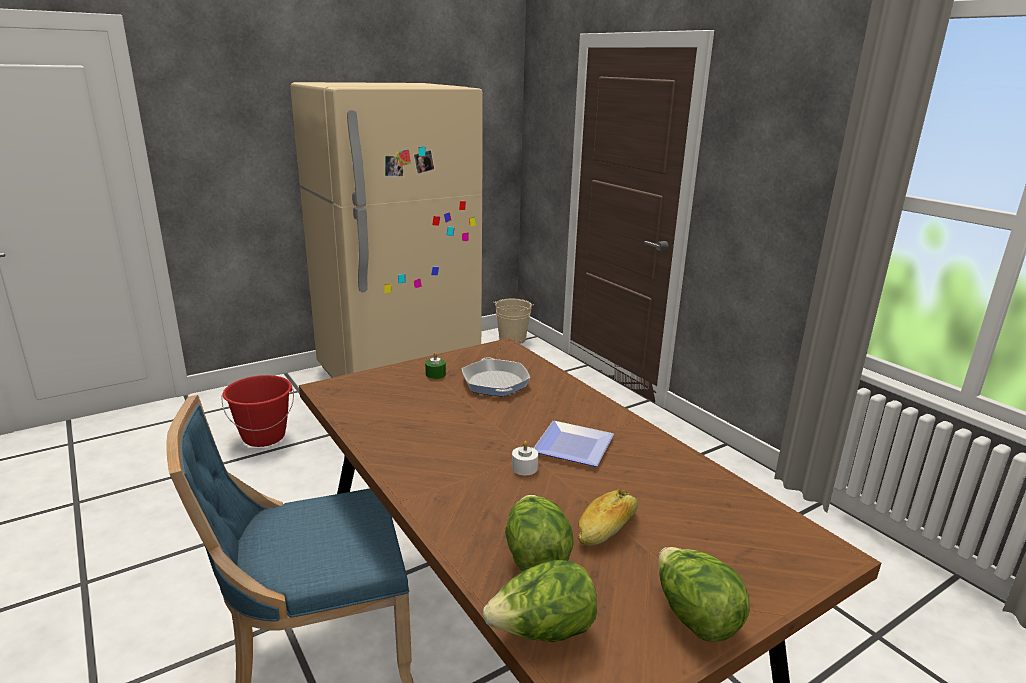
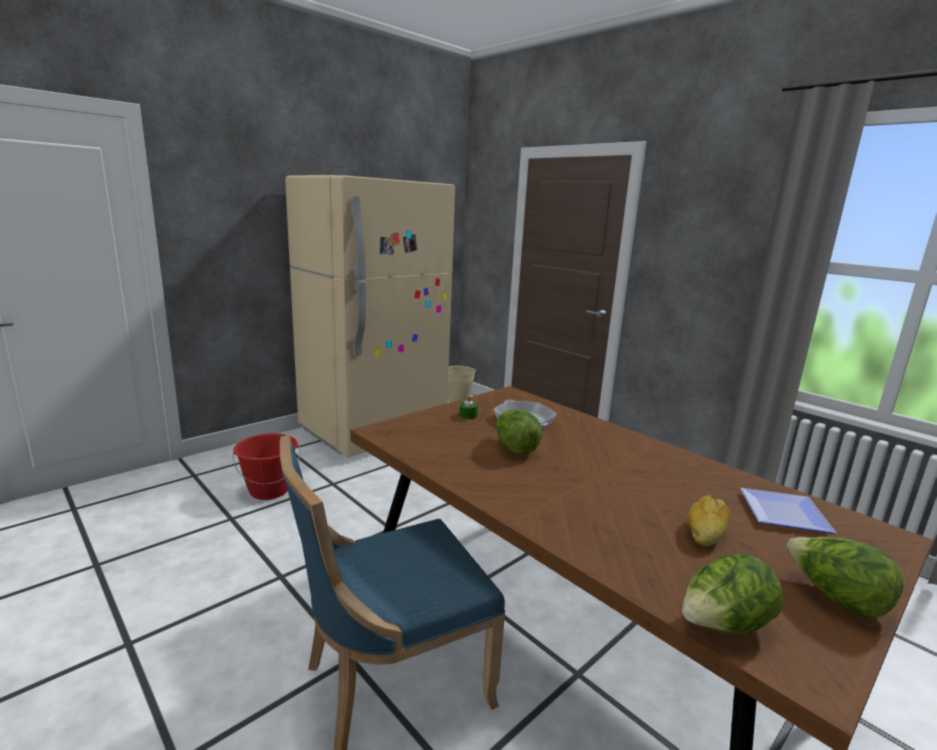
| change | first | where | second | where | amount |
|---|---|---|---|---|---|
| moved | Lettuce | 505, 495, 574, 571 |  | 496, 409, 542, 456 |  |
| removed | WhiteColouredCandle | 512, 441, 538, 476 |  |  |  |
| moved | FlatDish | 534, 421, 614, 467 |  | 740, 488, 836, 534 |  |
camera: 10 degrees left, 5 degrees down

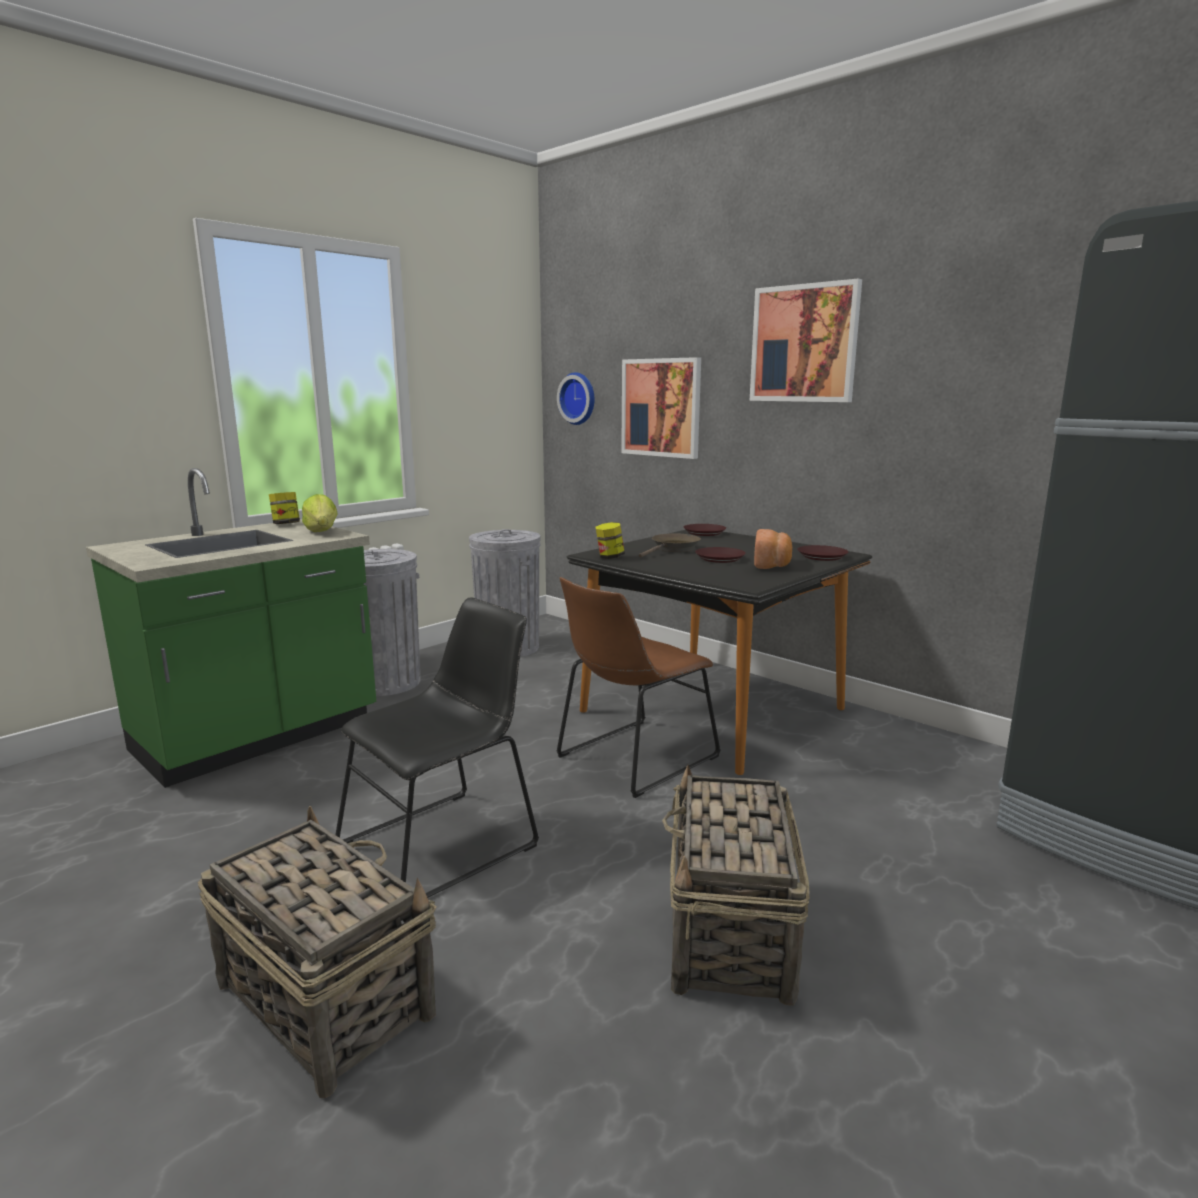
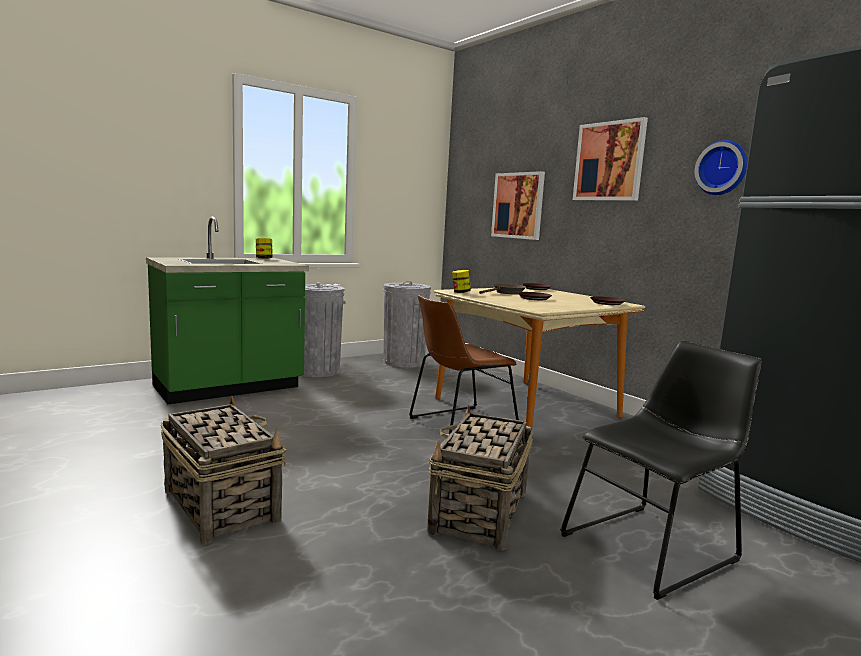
| change | first | where | second | where | amount |
|---|---|---|---|---|---|
| removed | Lettuce | 302, 494, 338, 532 |  |  |  |
| moved | BlackishChair | 336, 597, 539, 898 |  | 560, 341, 762, 600 |  |
| moved | ClockOnTheWall | 557, 372, 594, 425 |  | 695, 140, 748, 195 |  |
| recoloured | BlackishDinnerTable | 567, 530, 872, 775 | SandColouredDinnerTable | 434, 288, 645, 428 |  |
| removed | BakeryBread | 754, 529, 792, 569 |  |  |  |
camera: 10 degrees right, 5 degrees down

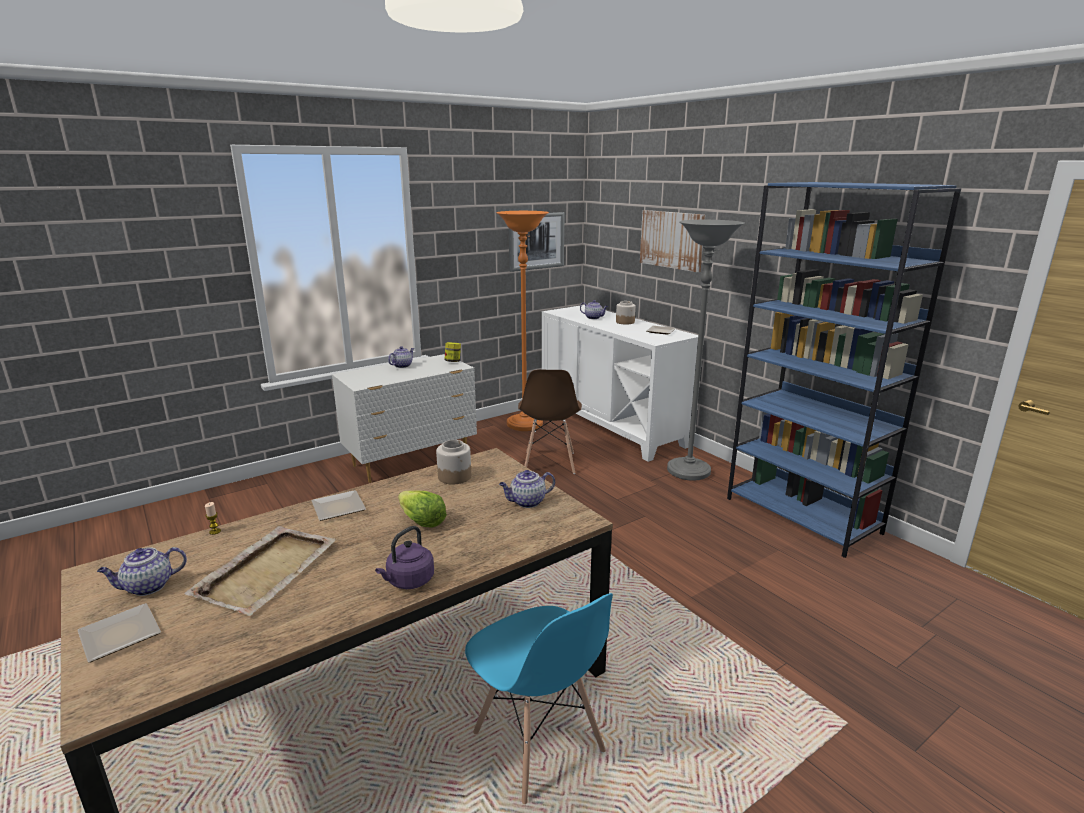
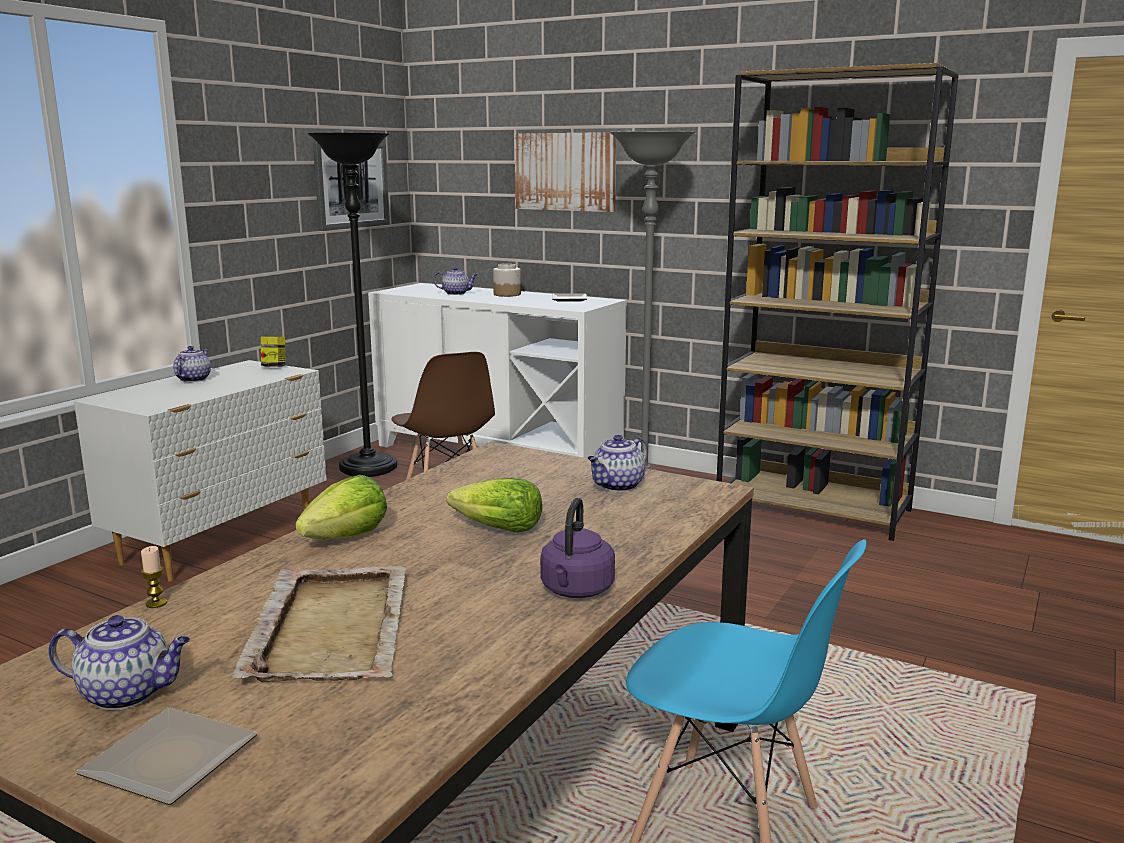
| change | first | where | second | where | amount |
|---|---|---|---|---|---|
| turned | PotForTea | 97, 547, 187, 596 |  | 48, 615, 190, 710 | 120 degrees counterclockwise |
| replaced | FlatDish | 311, 490, 366, 521 | Lettuce | 295, 475, 387, 540 |  |
| removed | PreserveJar | 436, 440, 471, 484 |  |  |  |
| recoloured | OrangeFloorLamp | 496, 211, 549, 431 | BlackishFloorLamp | 307, 133, 397, 477 |  |
| recoloured | BlueColouredShelvingUnit | 727, 182, 961, 558 | BrownishShelvingUnit | 716, 63, 959, 541 |  |
camera: 25 degrees left, 5 degrees down

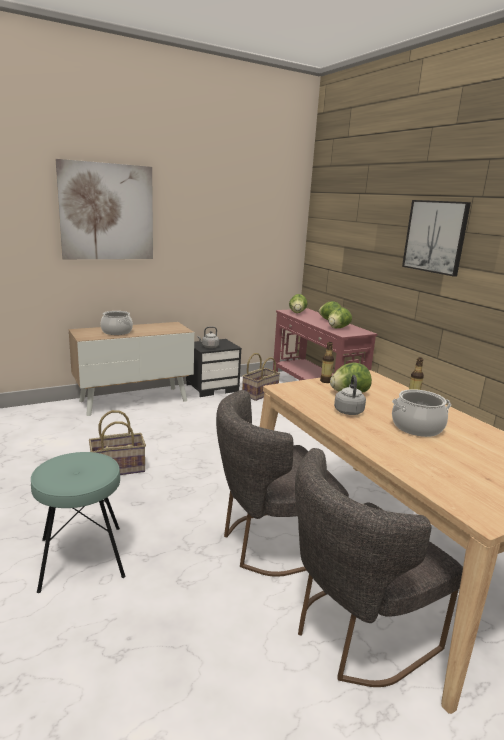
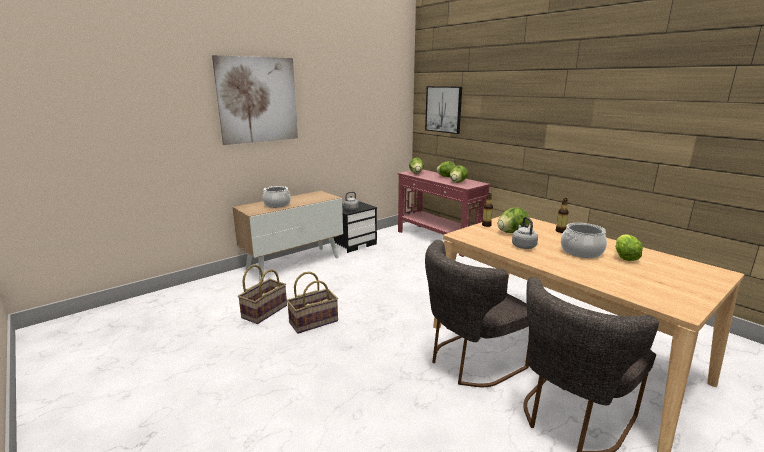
| change | first | where | second | where | amount |
|---|---|---|---|---|---|
| removed | BlueGreenStoolSeat | 31, 452, 125, 593 |  |  |  |
| moved | HouseholdBasket | 242, 353, 280, 401 |  | 238, 265, 287, 324 |  |
| moved | WallPicture | 402, 200, 471, 277 |  | 425, 86, 462, 134 |  |
| added |  |  | Lettuce | 615, 234, 643, 261 |  |
camera: 10 degrees left, 0 degrees up

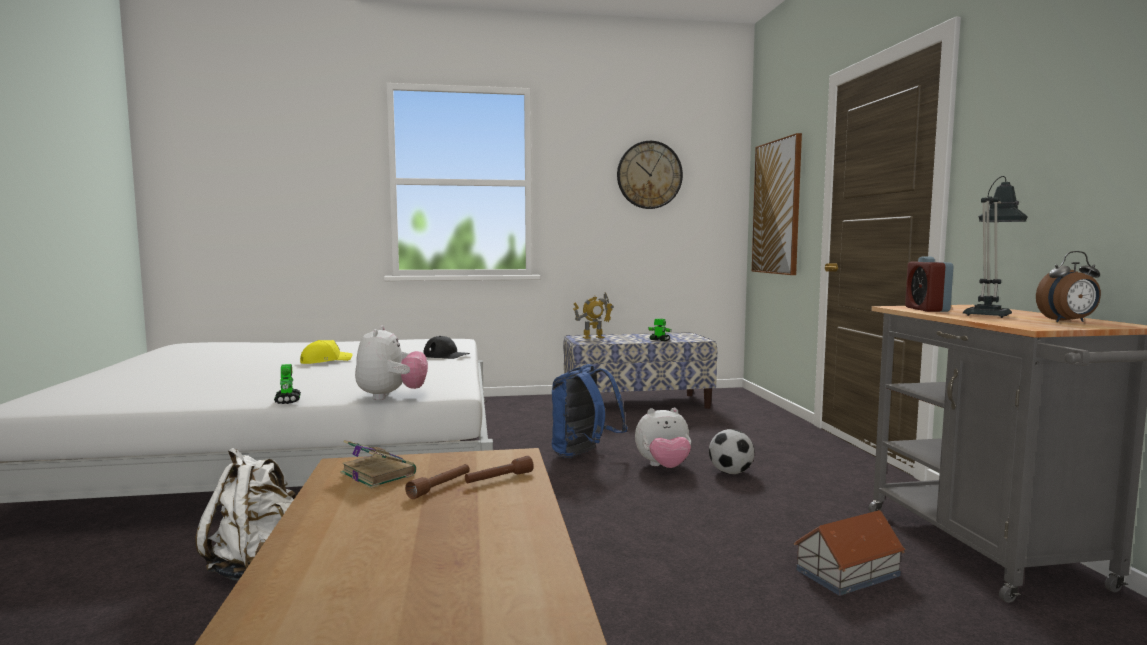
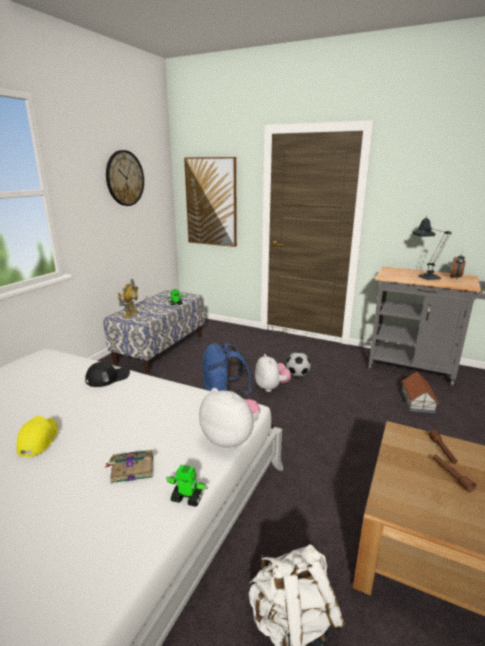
| change | first | where | second | where | amount |
|---|---|---|---|---|---|
| moved | Book | 341, 440, 416, 488 |  | 106, 450, 153, 484 |  |
| turned | PlushToy | 635, 408, 691, 468 |  | 255, 354, 291, 392 | 45 degrees counterclockwise |
| removed | TableClock | 905, 257, 953, 312 |  |  |  |
camera: 55 degrees left, 15 degrees up

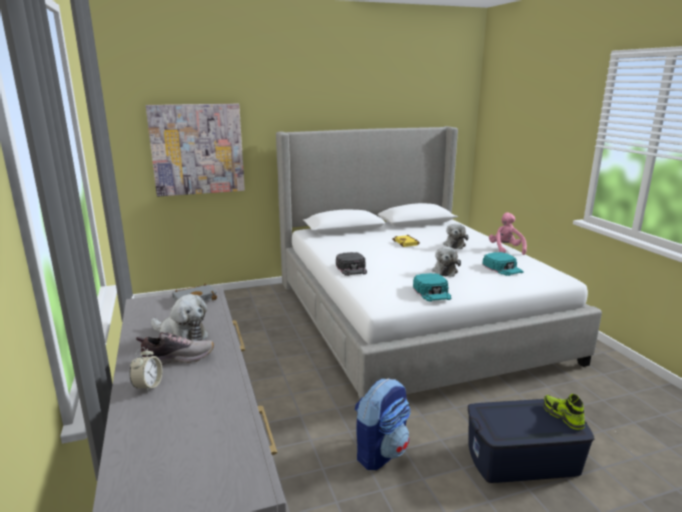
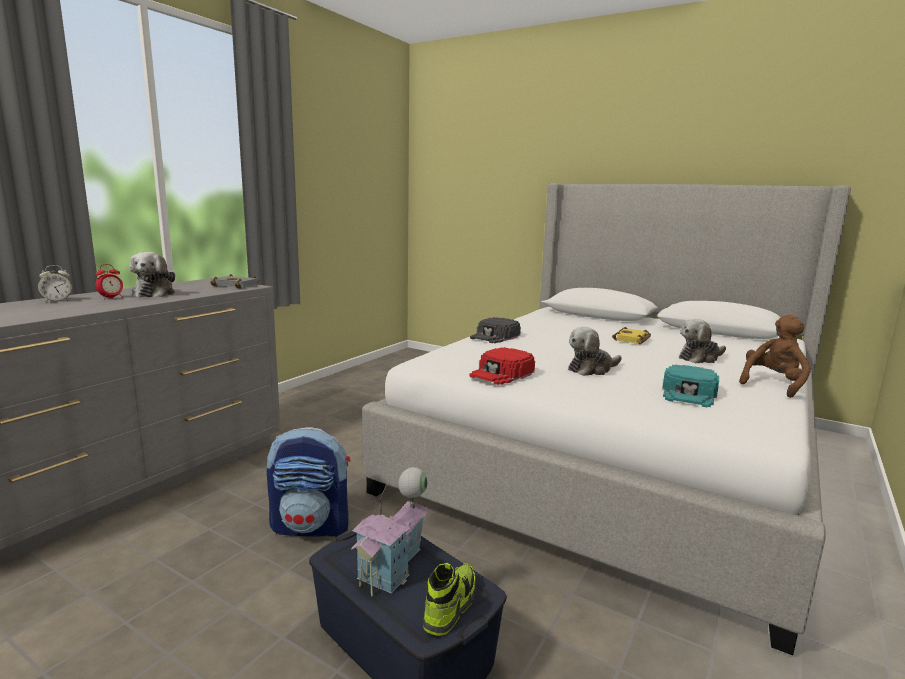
| change | first | where | second | where | amount |
|---|---|---|---|---|---|
| replaced | Shoe | 136, 332, 214, 365 | TableClock | 95, 264, 123, 300 |  |
| removed | WallPicture | 146, 104, 245, 197 |  |  |  |
| recoloured | BlueGreenCap | 413, 273, 451, 302 | RedCap | 469, 347, 535, 385 |  |
| recoloured | PinkishPlushToy | 489, 212, 527, 255 | BrownishPlushToy | 739, 314, 811, 398 |  |
| added |  |  | ToyHouse | 351, 467, 429, 597 |  |
camera: 50 degrees right, 5 degrees down

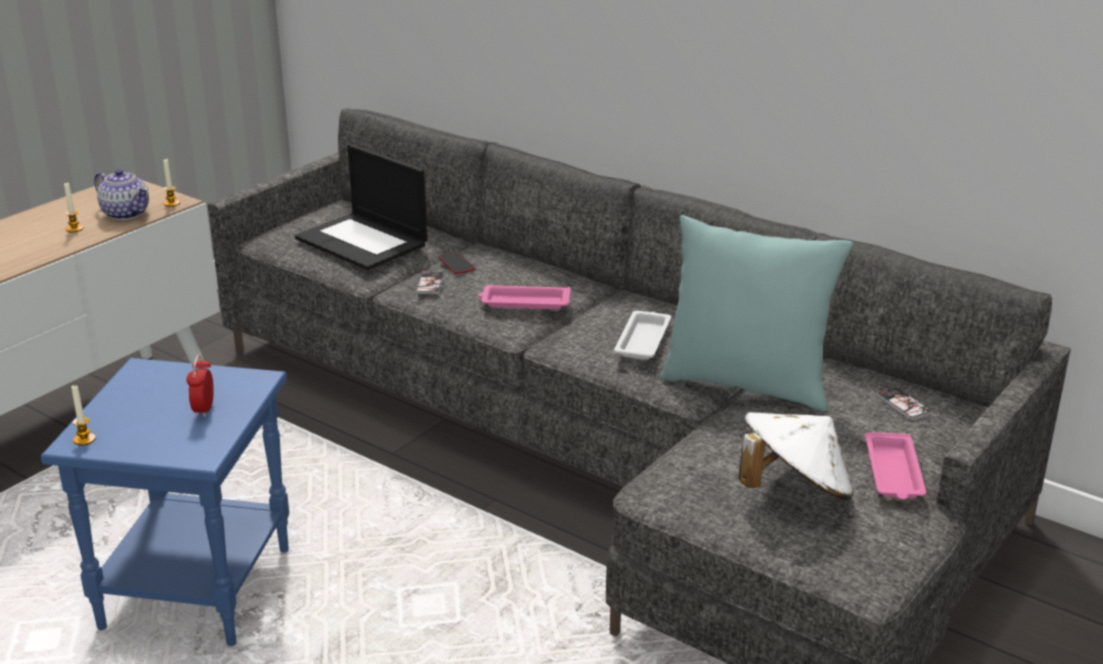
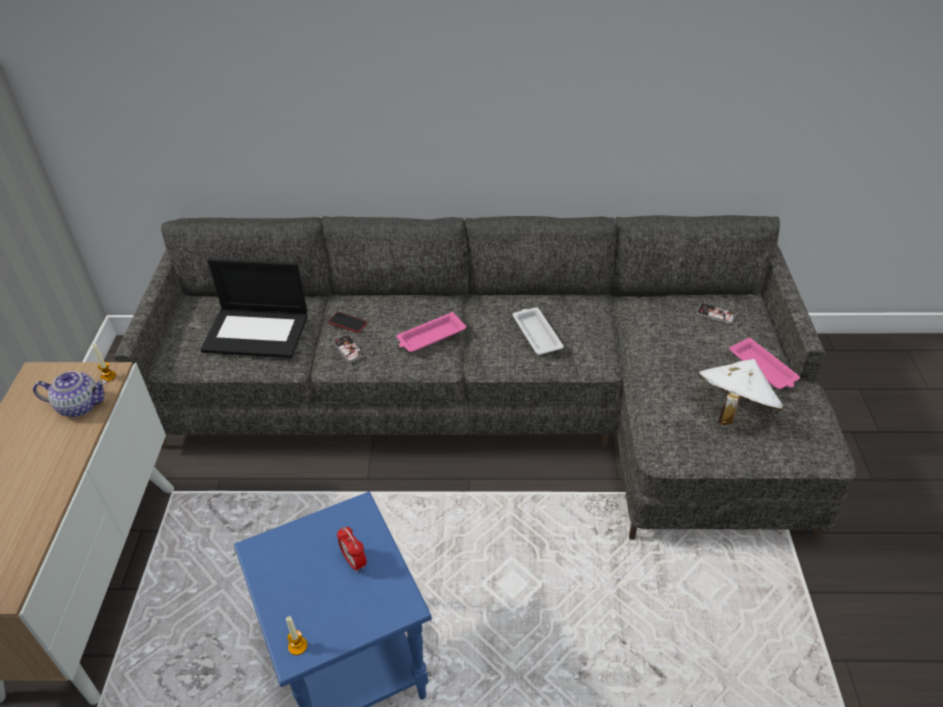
| change | first | where | second | where | amount |
|---|---|---|---|---|---|
| removed | Candle | 64, 182, 83, 233 |  |  |  |
| removed | BlueGreenThrowPillow | 659, 215, 853, 412 |  |  |  |
camera: 35 degrees left, 15 degrees up

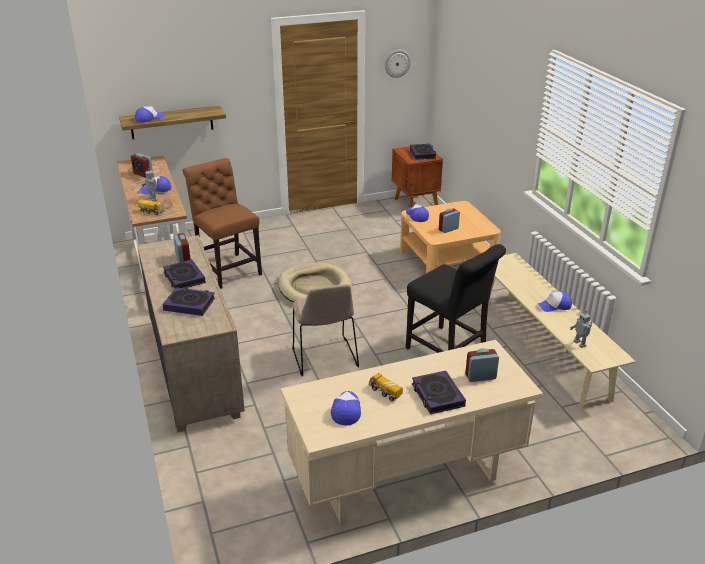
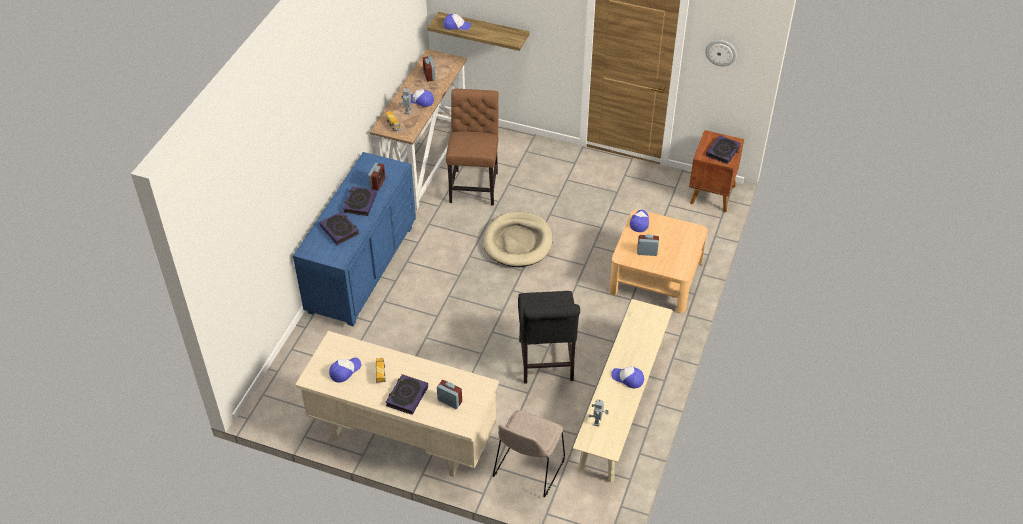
| change | first | where | second | where | amount |
|---|---|---|---|---|---|
| recoloured | SandColouredDrawerChest | 137, 235, 245, 433 | BlueColouredDrawerChest | 293, 152, 416, 326 |  |
| moved | SandColouredChair | 292, 284, 359, 377 |  | 493, 410, 565, 498 |  |
camera: 40 degrees right, 15 degrees up

